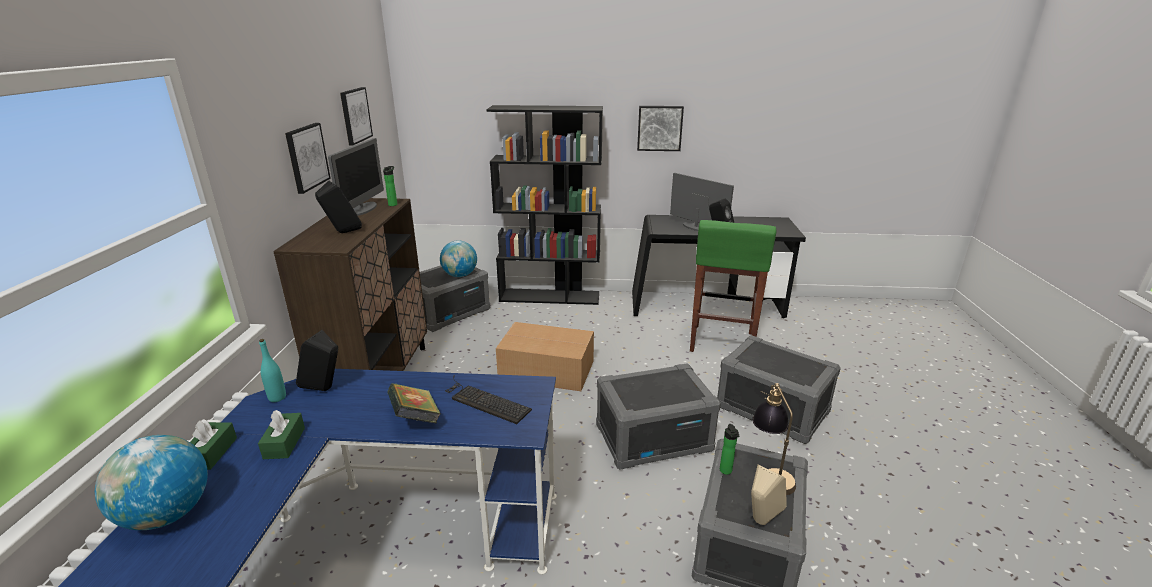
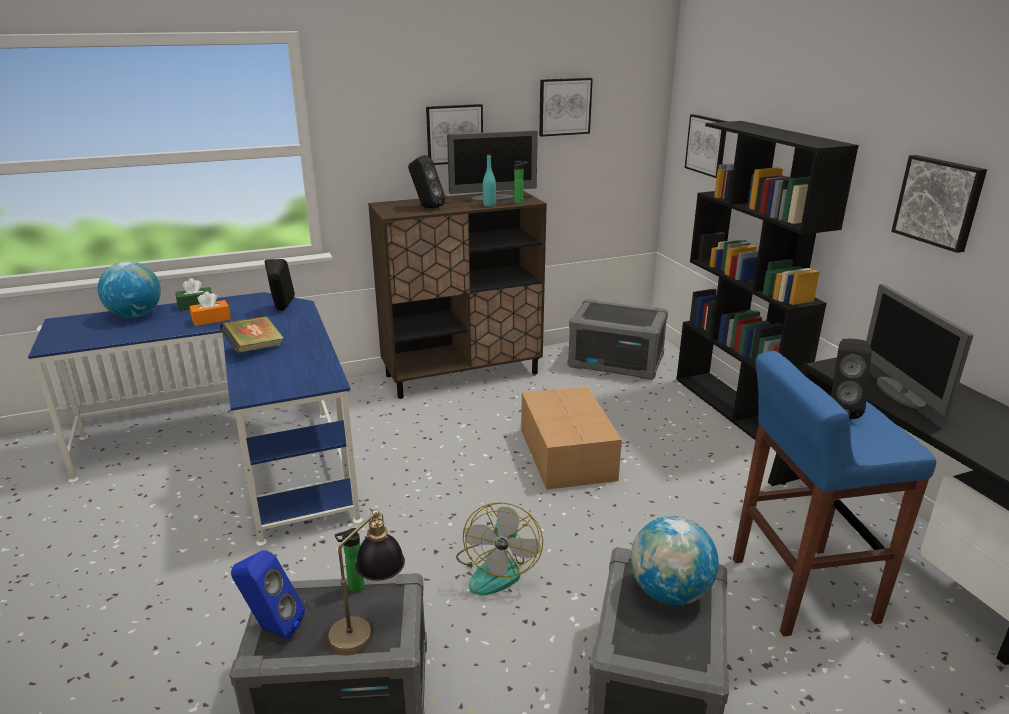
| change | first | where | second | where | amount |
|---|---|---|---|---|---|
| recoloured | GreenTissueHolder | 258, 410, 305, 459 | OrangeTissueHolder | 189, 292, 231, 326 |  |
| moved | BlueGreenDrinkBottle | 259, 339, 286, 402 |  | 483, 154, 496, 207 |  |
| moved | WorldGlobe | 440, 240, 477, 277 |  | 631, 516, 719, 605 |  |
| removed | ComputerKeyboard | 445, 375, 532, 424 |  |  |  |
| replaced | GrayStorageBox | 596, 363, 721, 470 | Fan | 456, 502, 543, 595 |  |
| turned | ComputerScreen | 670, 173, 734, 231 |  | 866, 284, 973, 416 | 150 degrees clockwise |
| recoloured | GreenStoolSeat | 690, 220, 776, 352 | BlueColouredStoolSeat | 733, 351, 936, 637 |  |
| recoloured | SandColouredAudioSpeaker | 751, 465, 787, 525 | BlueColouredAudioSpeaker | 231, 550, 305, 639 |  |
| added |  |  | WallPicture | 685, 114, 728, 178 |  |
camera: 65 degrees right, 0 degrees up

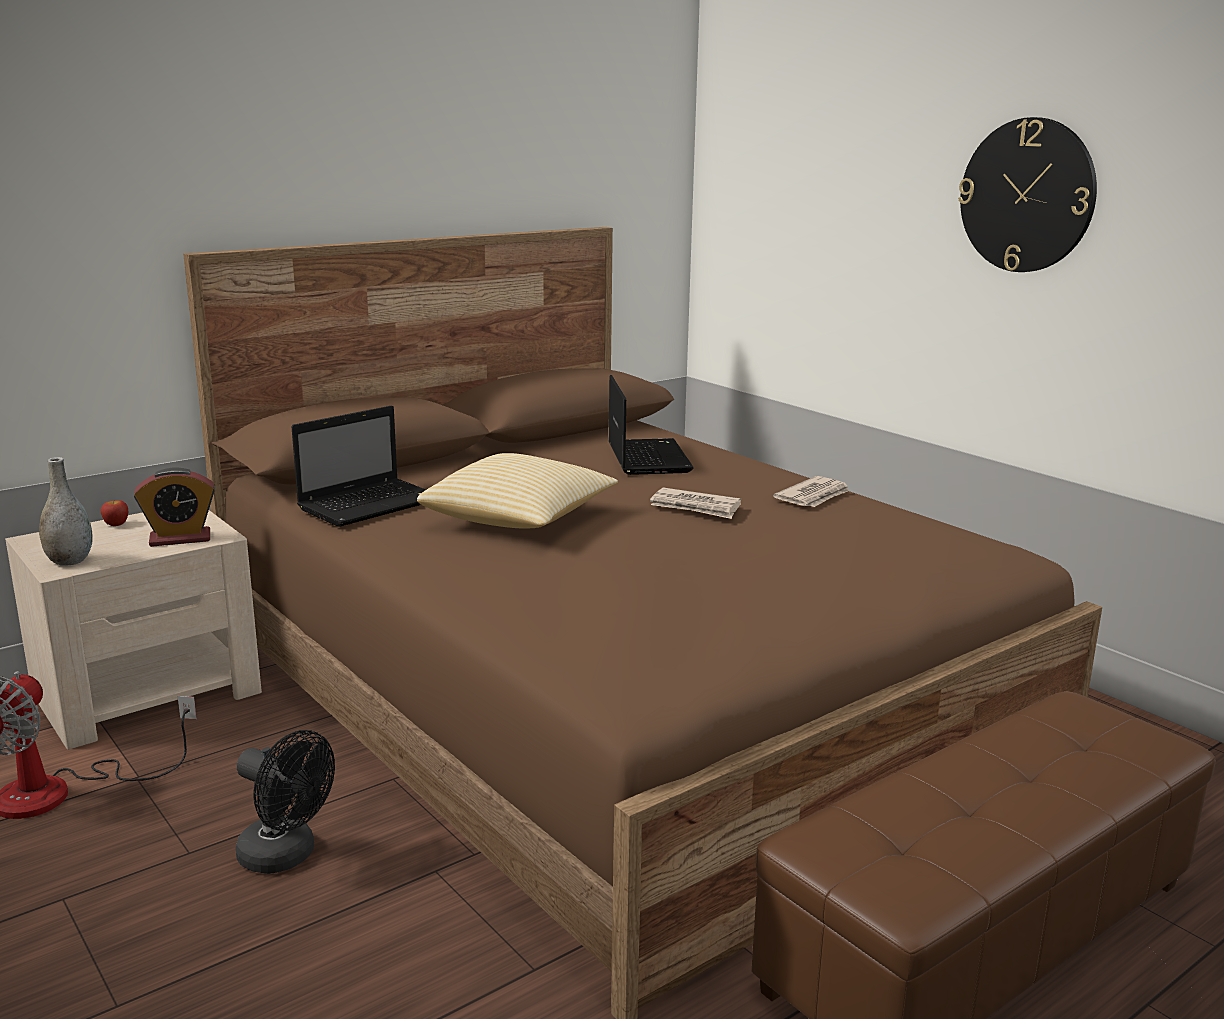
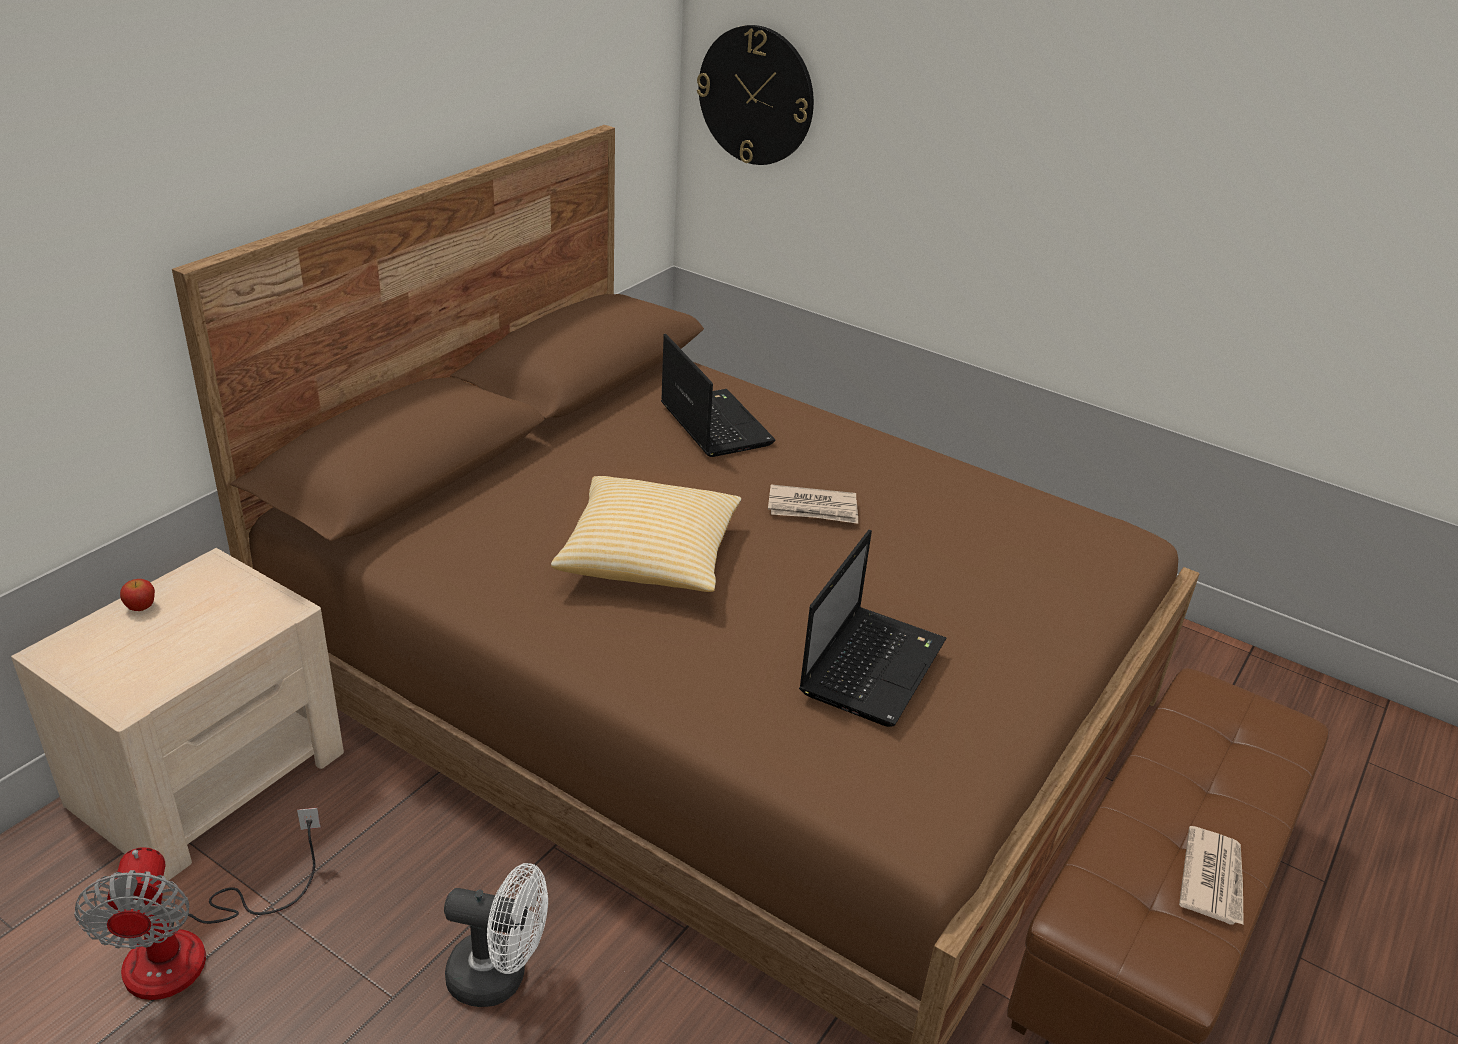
| change | first | where | second | where | amount |
|---|---|---|---|---|---|
| removed | GrayVase | 39, 457, 93, 566 |  |  |  |
| removed | TableClock | 134, 467, 215, 547 |  |  |  |
| recoloured | BlackishFan | 235, 730, 335, 874 | WhiteColouredFan | 444, 863, 548, 1007 |  |
| moved | PortableComputer | 291, 406, 426, 527 |  | 799, 530, 947, 727 |  |
| moved | PrintedPaper | 773, 476, 850, 507 |  | 1179, 826, 1244, 925 |  |
| moved | ClockOnTheWall | 958, 117, 1097, 272 |  | 697, 25, 814, 165 |  |
camera: 20 degrees left, 15 degrees up

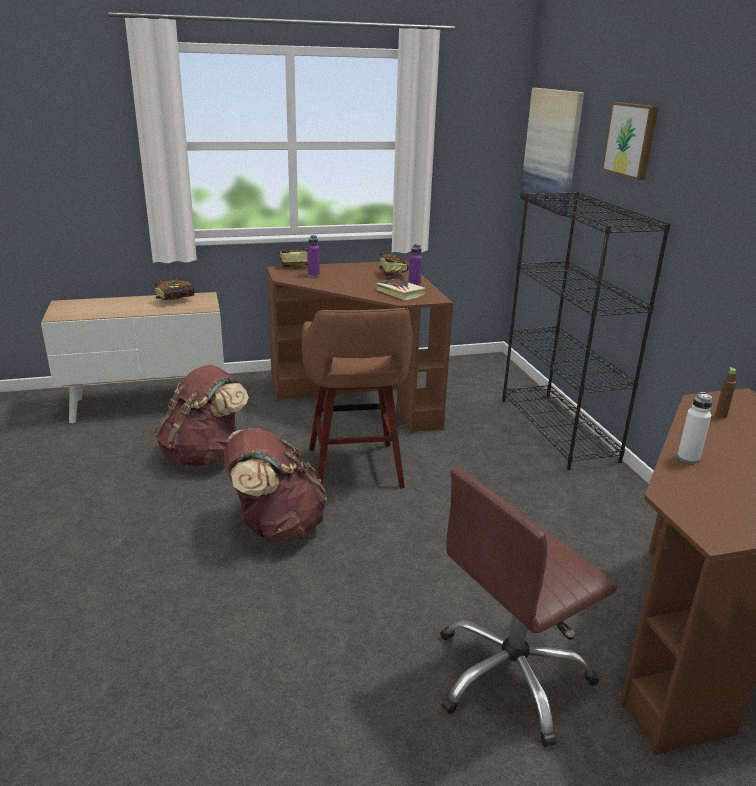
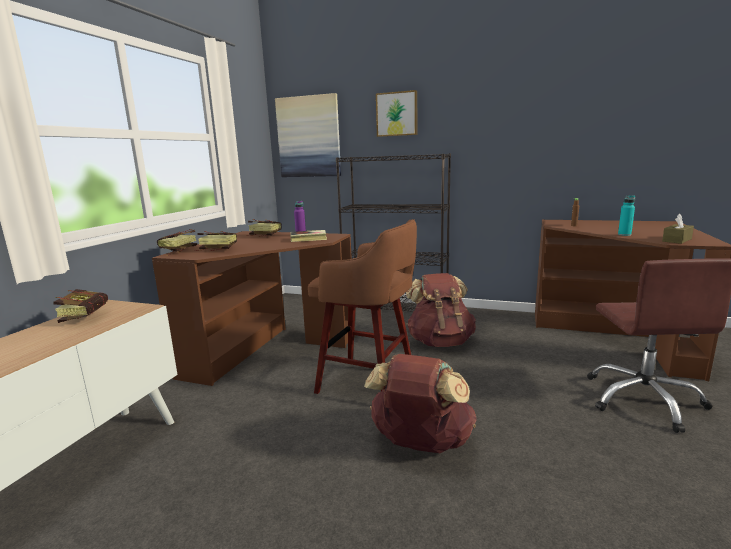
| change | first | where | second | where | amount |
|---|---|---|---|---|---|
| moved | BrownishKnapsack | 154, 365, 249, 467 |  | 406, 273, 476, 347 |  |
| replaced | PurpleColouredDrinkBottle | 307, 235, 320, 277 | Book | 194, 231, 237, 251 |  |
| recoloured | WhiteColouredDrinkBottle | 677, 392, 712, 464 | BlueGreenDrinkBottle | 618, 195, 635, 236 |  |
| added |  |  | BrownishTissueHolder | 662, 214, 694, 244 |  |
camera: 55 degrees left, 10 degrees down

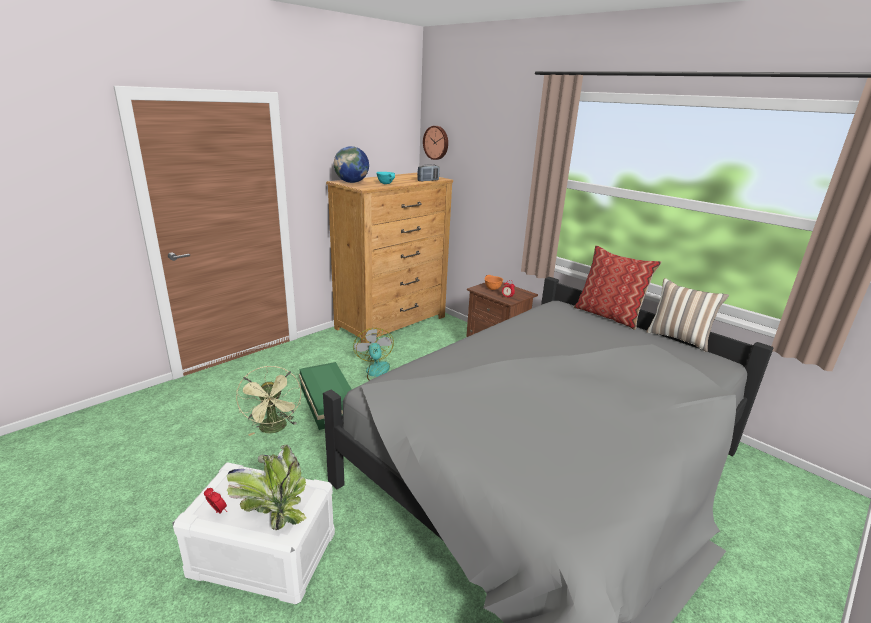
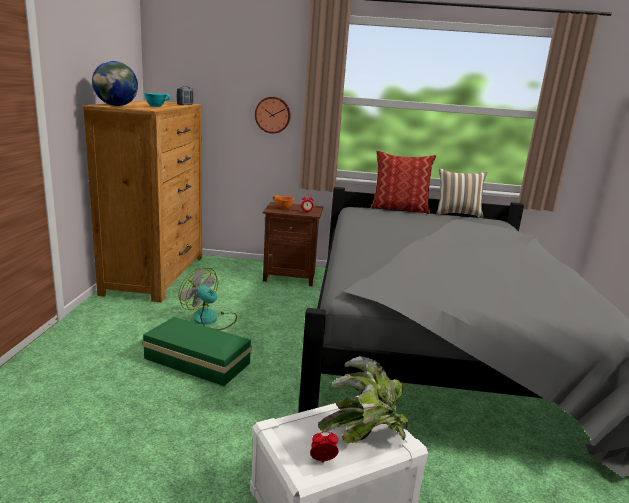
| change | first | where | second | where | amount |
|---|---|---|---|---|---|
| removed | GreenFan | 236, 366, 301, 436 |  |  |  |
| moved | ClockOnTheWall | 423, 126, 448, 160 |  | 255, 97, 290, 134 |  |
camera: 40 degrees left, 5 degrees down

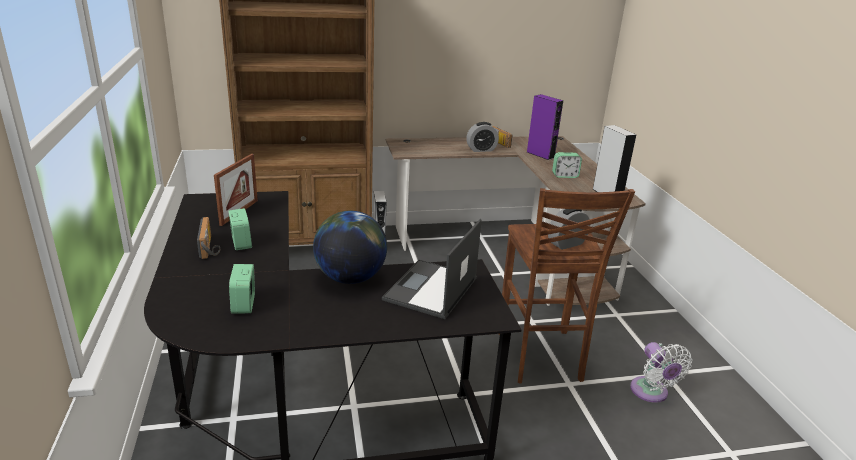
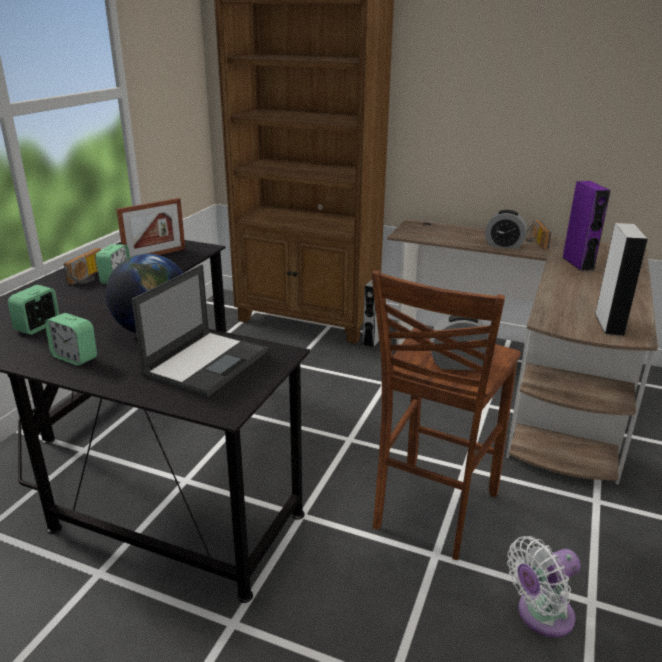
| change | first | where | second | where | amount |
|---|---|---|---|---|---|
| turned | PortableComputer | 382, 219, 482, 319 |  | 131, 264, 268, 397 | 150 degrees clockwise |
| moved | TableClock | 552, 152, 582, 178 |  | 45, 313, 97, 366 |  |
| turned | WhiteColouredFan | 630, 342, 692, 403 |  | 507, 536, 581, 637 | 45 degrees clockwise |
camera: 35 degrees right, 0 degrees up

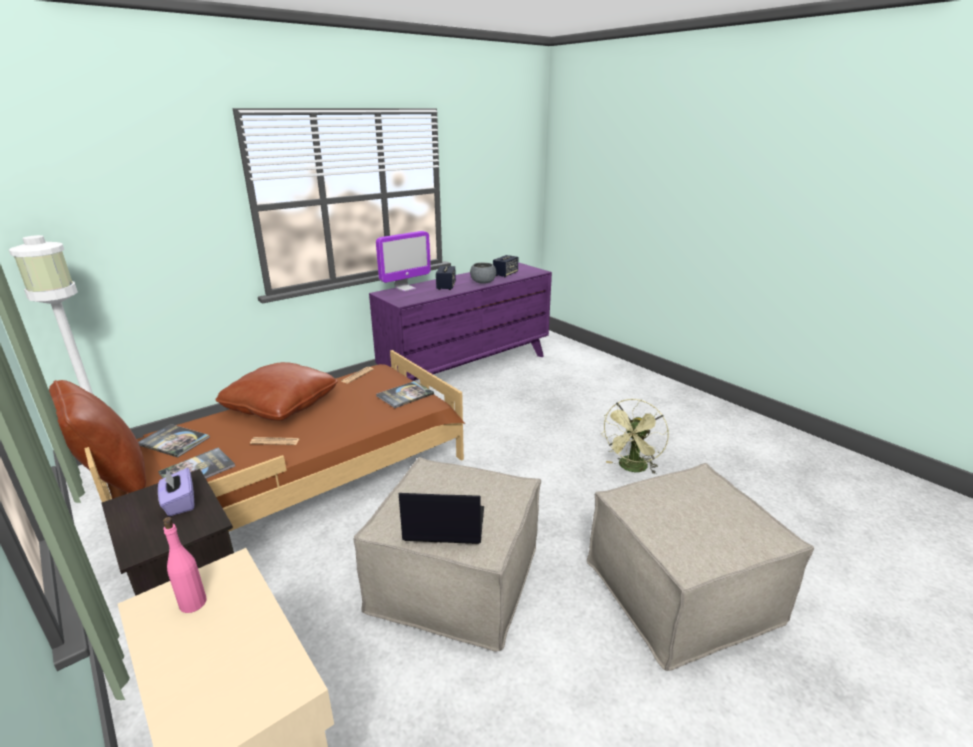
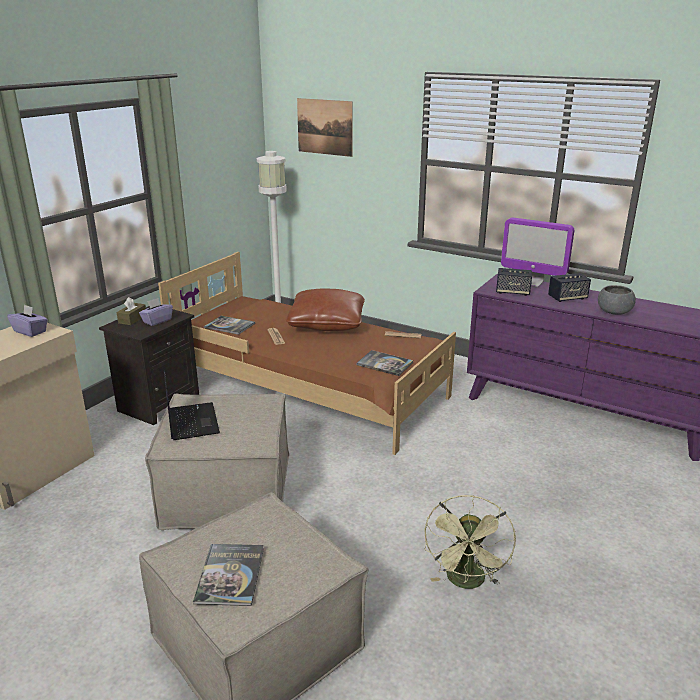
| change | first | where | second | where | amount |
|---|---|---|---|---|---|
| removed | BrownishThrowPillow | 49, 380, 146, 493 |  |  |  |
| moved | Book | 138, 424, 210, 458 |  | 193, 544, 264, 606 |  |
| replaced | PinkishDrinkBottle | 163, 517, 207, 613 | PurpleColouredTissueHolder | 7, 304, 48, 337 |  |
| moved | AudioSpeaker | 493, 255, 518, 278 |  | 496, 268, 532, 296 |  |
| turned | GreenFan | 601, 399, 669, 474 |  | 424, 495, 516, 589 | 90 degrees counterclockwise |
| added |  |  | BrownishTissueHolder | 117, 297, 146, 325 |  |
| added |  |  | WallPicture | 297, 98, 353, 157 |  |
camera: 70 degrees right, 0 degrees up

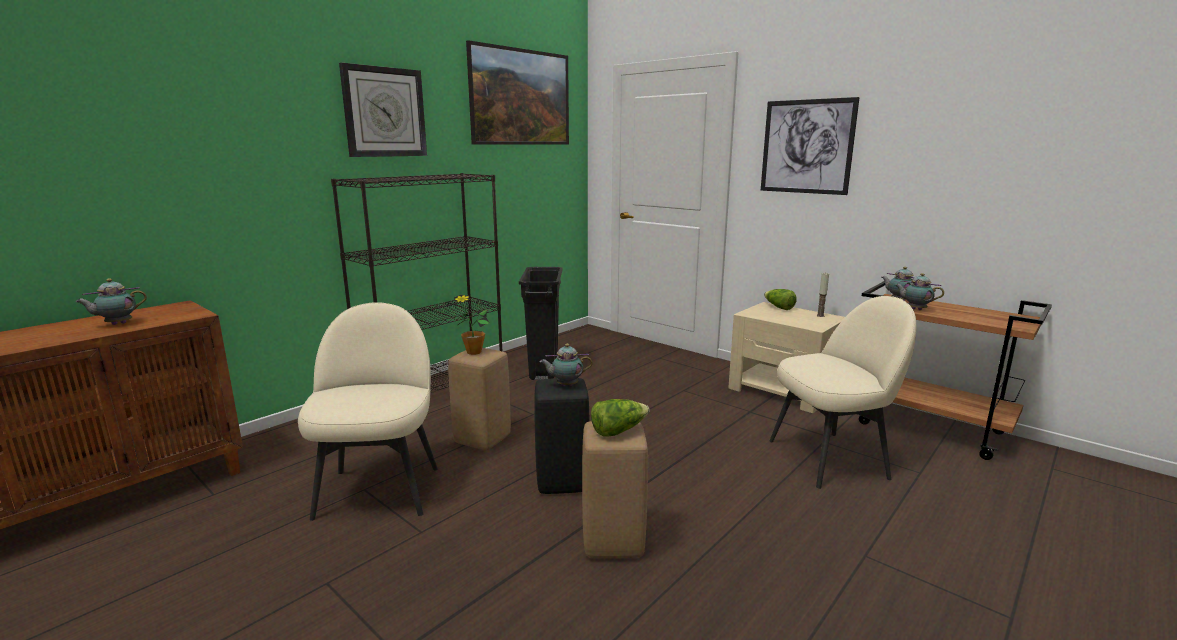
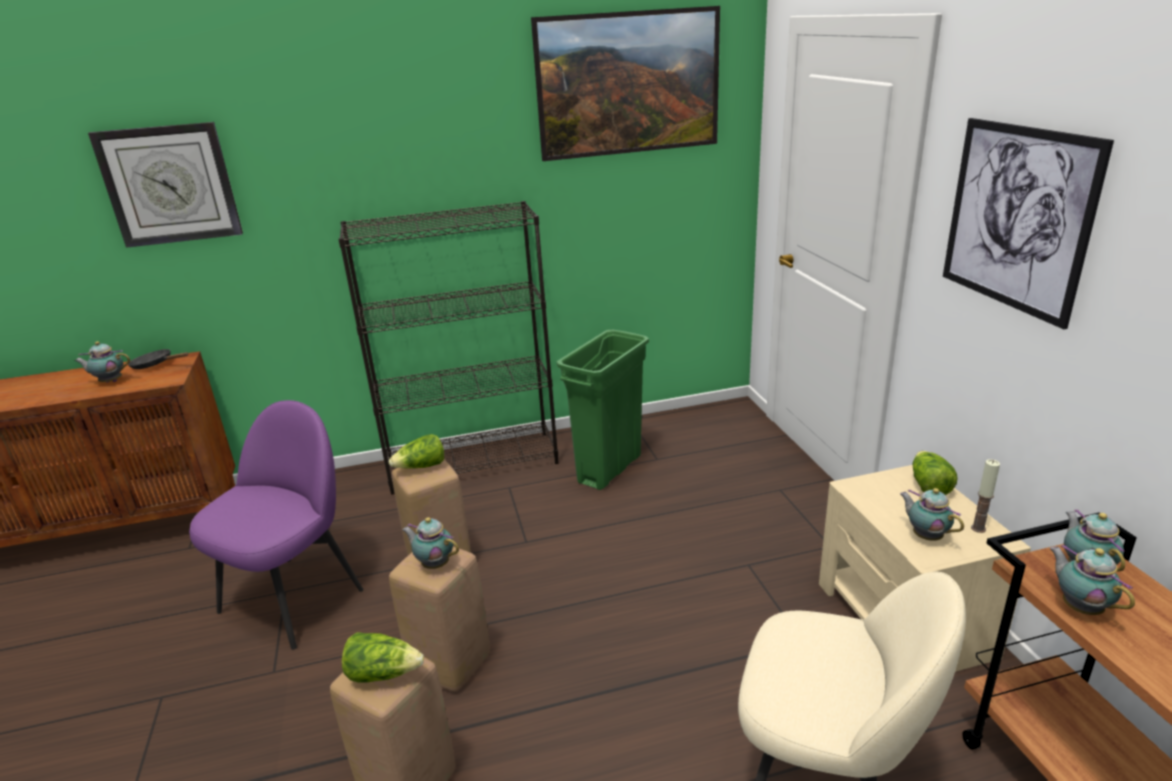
| change | first | where | second | where | amount |
|---|---|---|---|---|---|
| recoloured | SandColouredChair | 298, 302, 438, 521 | PurpleColouredChair | 189, 400, 364, 650 |  |
| moved | ClockOnTheWall | 339, 63, 427, 157 |  | 88, 122, 243, 248 |  |
| replaced | Houseplant | 454, 295, 489, 355 | Lettuce | 389, 434, 444, 469 |  |
| recoloured | BlackishRubbishBin | 519, 267, 563, 380 | GreenRubbishBin | 557, 330, 649, 490 |  |
| recoloured | BlackishStoolSeat | 534, 378, 589, 494 | SandColouredStoolSeat | 389, 546, 490, 692 |  |
| added |  |  | BlackishFryingPan | 128, 349, 188, 369 |  |
| added |  |  | PotForTea | 900, 488, 964, 541 |  |
camera: 35 degrees right, 10 degrees up

